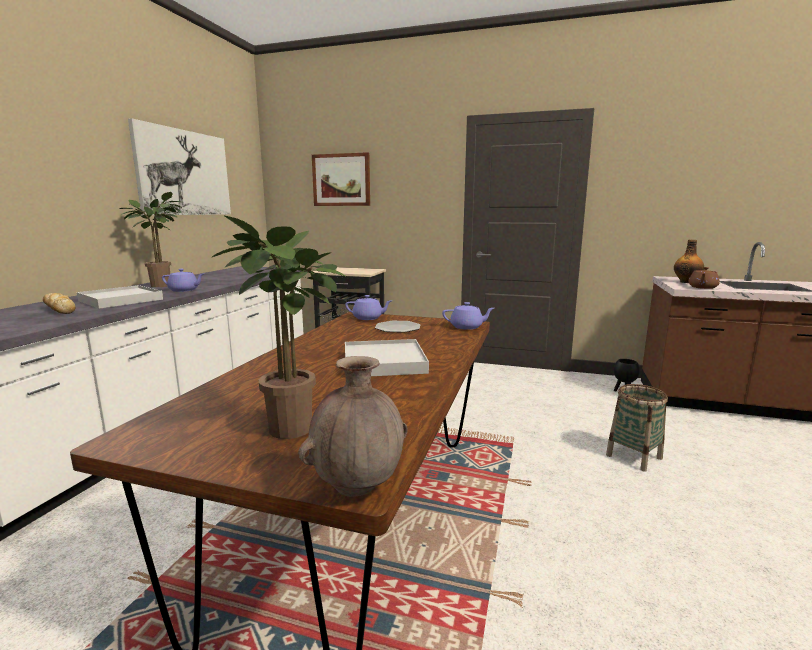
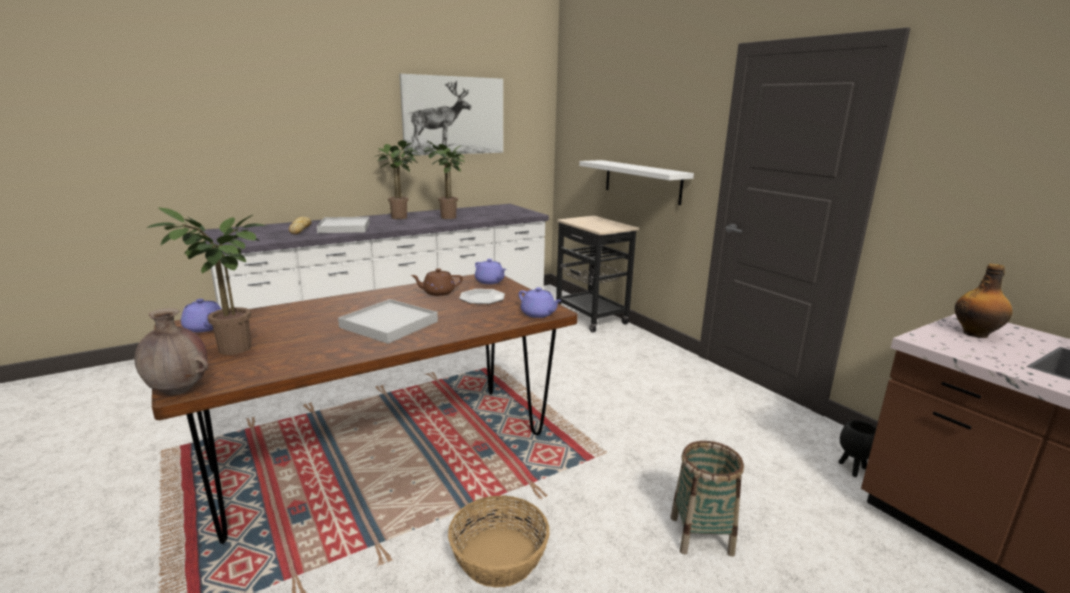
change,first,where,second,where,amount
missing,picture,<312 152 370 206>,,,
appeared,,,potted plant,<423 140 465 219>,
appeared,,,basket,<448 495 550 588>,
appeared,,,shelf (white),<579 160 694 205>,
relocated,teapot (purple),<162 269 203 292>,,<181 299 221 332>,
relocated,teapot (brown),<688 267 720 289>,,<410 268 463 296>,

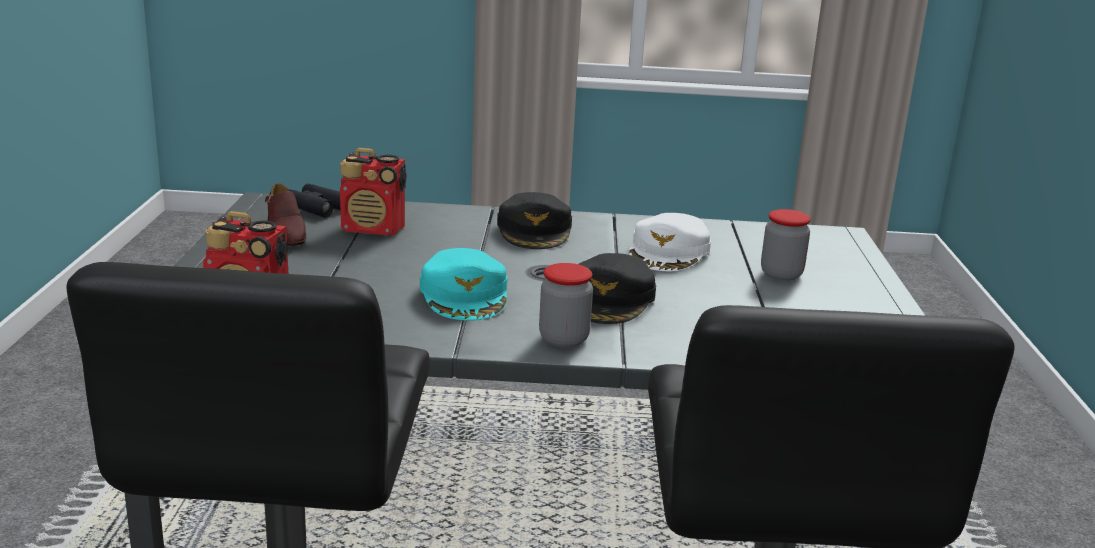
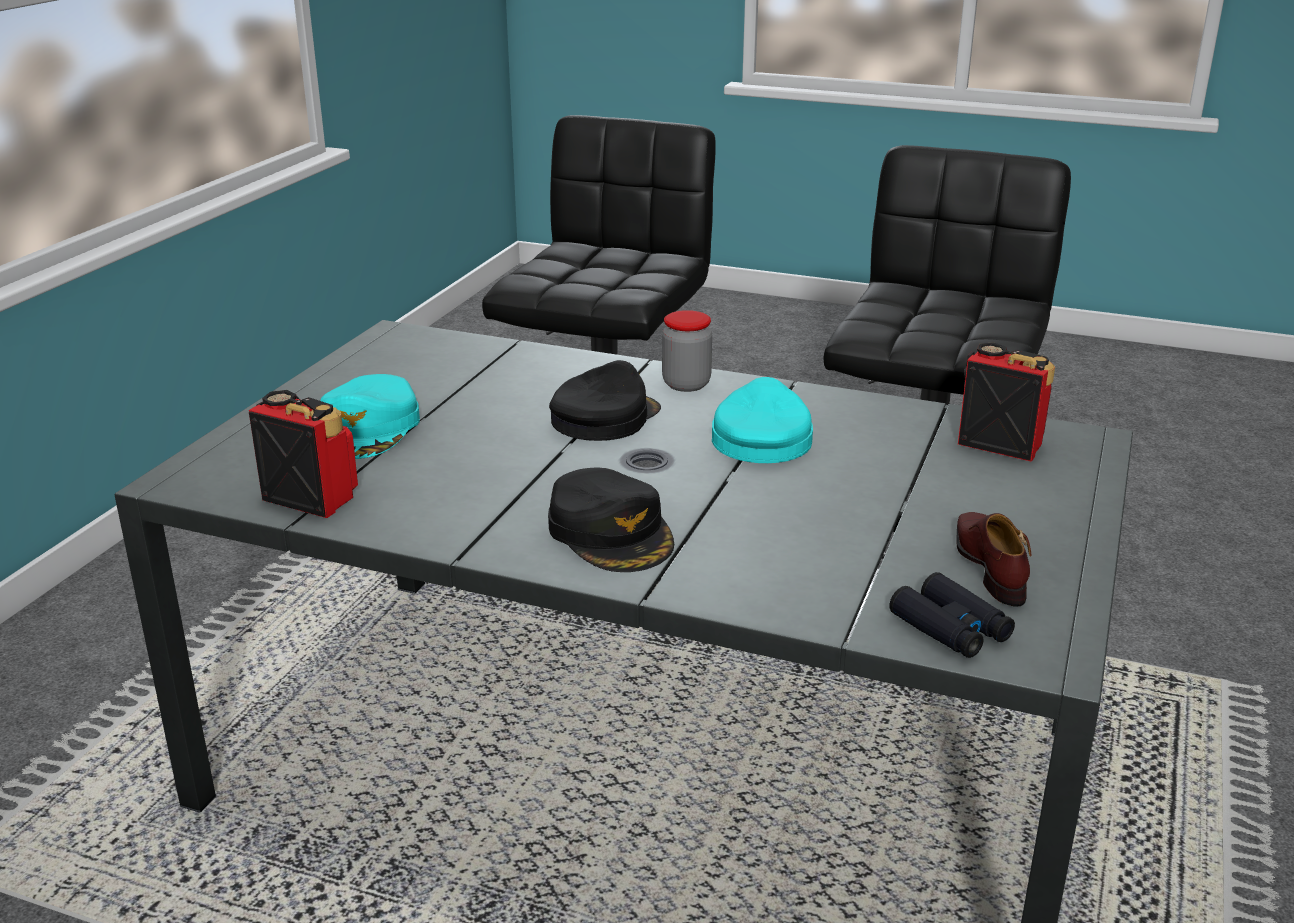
change,first,where,second,where,amount
missing,cap (white),<629 213 711 271>,,,
relocated,radio,<340 148 406 235>,,<249 390 358 518>,
exchanged,jar,<761 209 811 281>,cap (turquoise),<320 374 420 459>,
spun,cap (black),<497 192 572 249>,,<548 468 674 572>,135 degrees clockwise

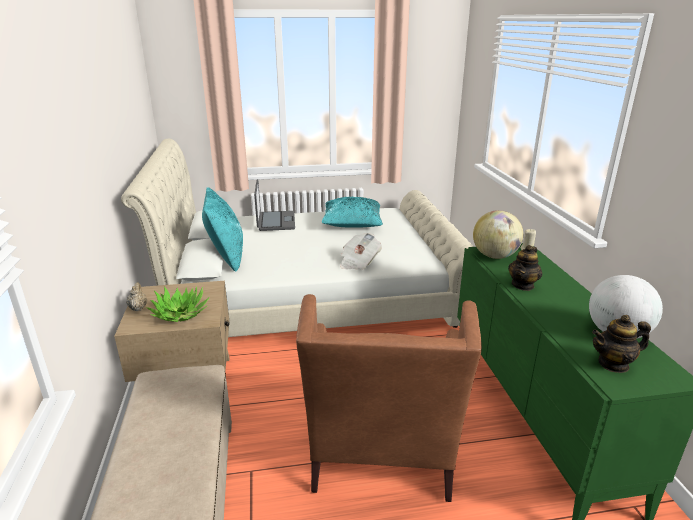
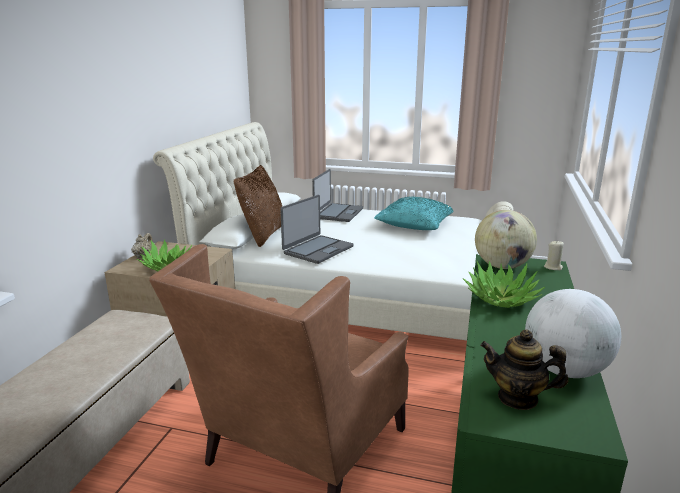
change,first,where,second,where,amount
missing,newspaper,<340 233 382 270>,,,
appeared,,,laptop,<280 195 354 264>,
exchanged,teapot,<508 245 542 291>,potted plant,<463 261 545 308>,
colour,pillow (turquoise),<202 188 243 271>,pillow (brown),<233 165 283 247>,

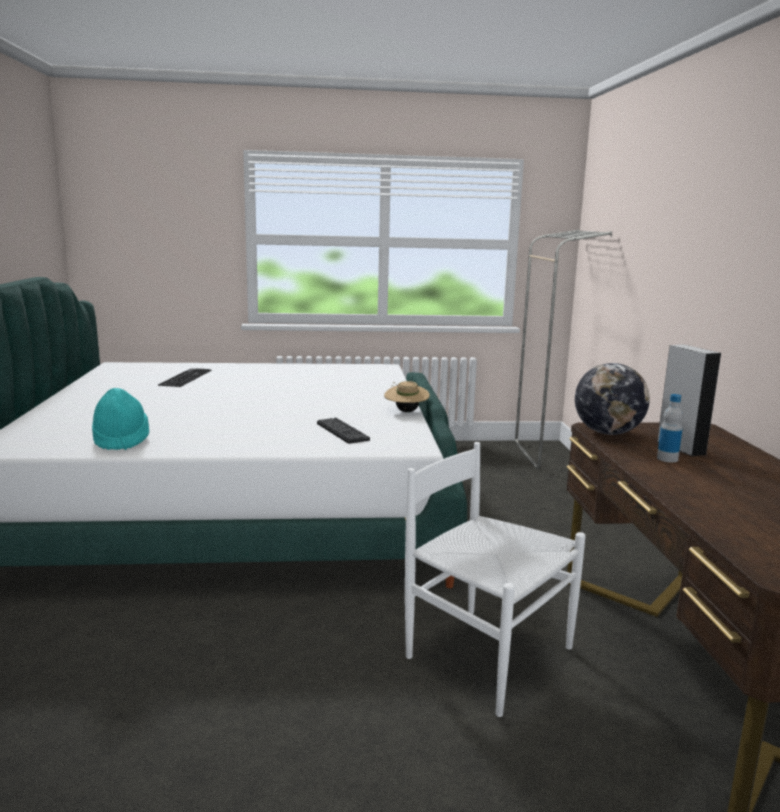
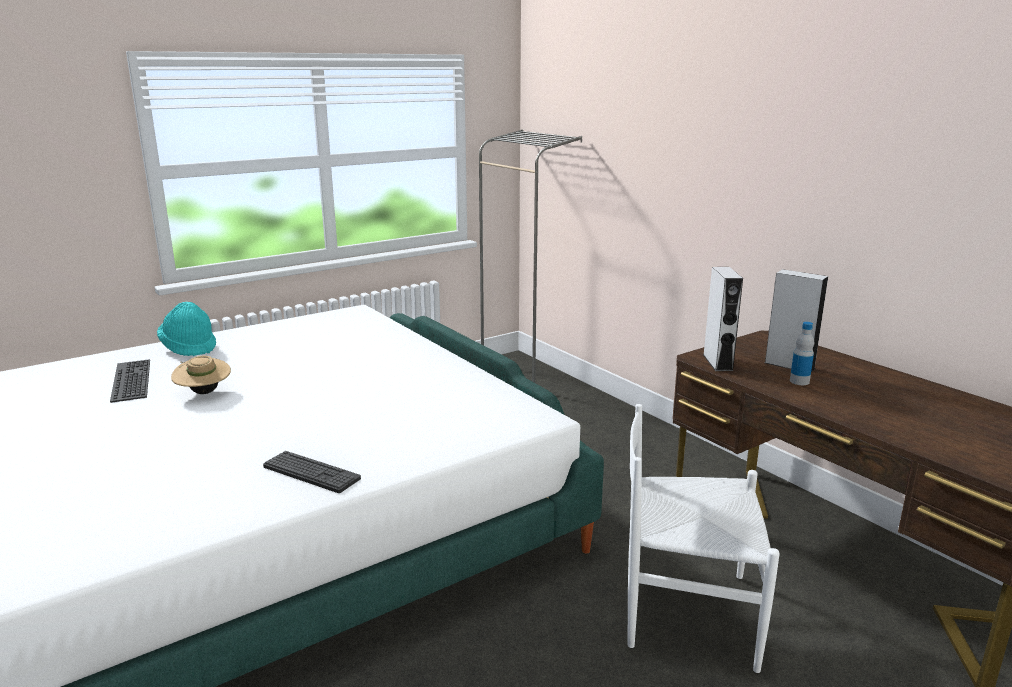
change,first,where,second,where,amount
relocated,hat (turquoise),<92 388 149 450>,,<157 302 216 356>,
relocated,keyboard,<317 418 370 444>,,<263 451 361 493>,
relocated,hat (beige),<384 381 430 412>,,<171 356 231 394>,
exchanged,globe,<575 363 650 435>,speaker (grey),<704 267 743 371>,

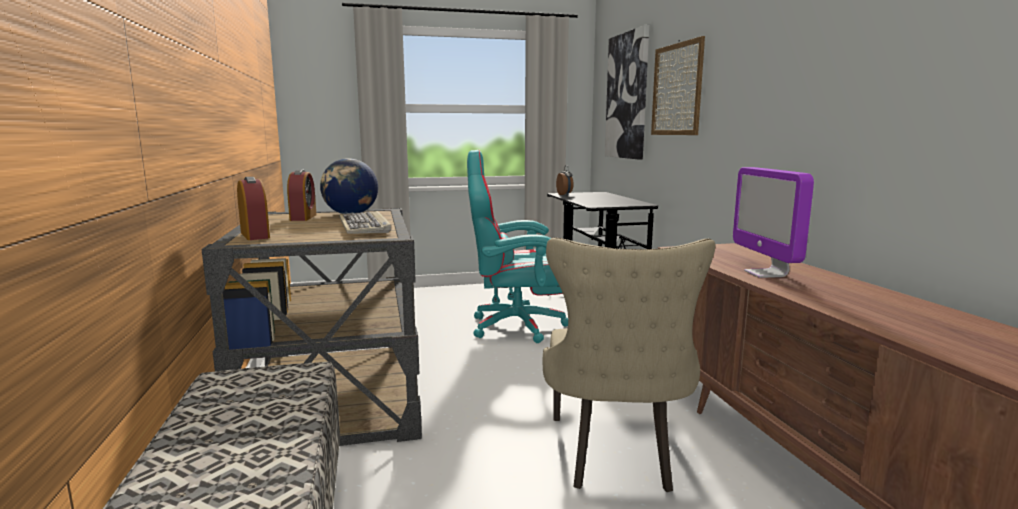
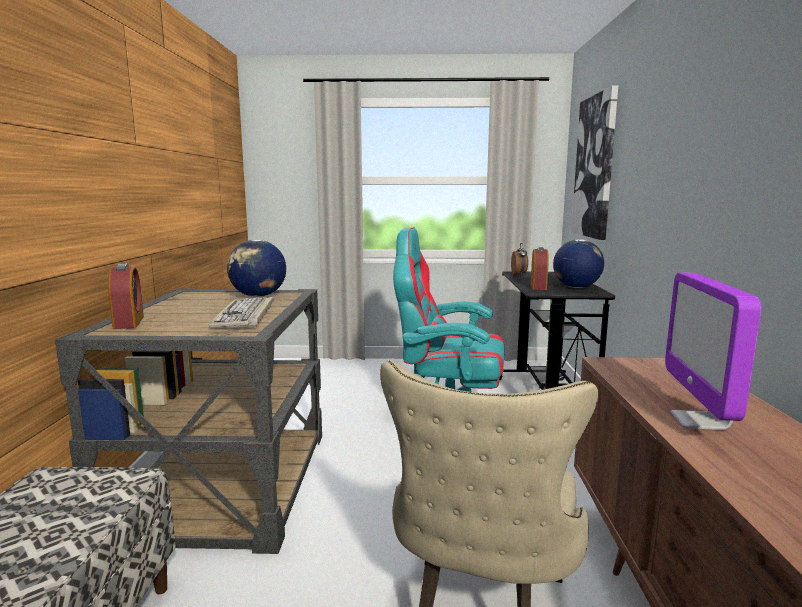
change,first,where,second,where,amount
missing,picture,<651 36 705 135>,,,
appeared,,,globe,<553 239 604 288>,
relocated,alarm clock,<287 169 317 221>,,<531 247 549 290>,

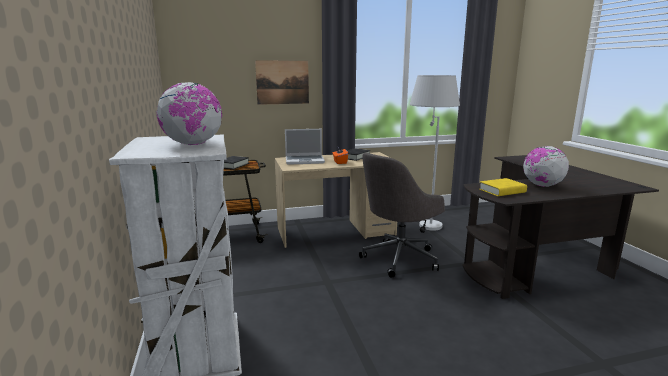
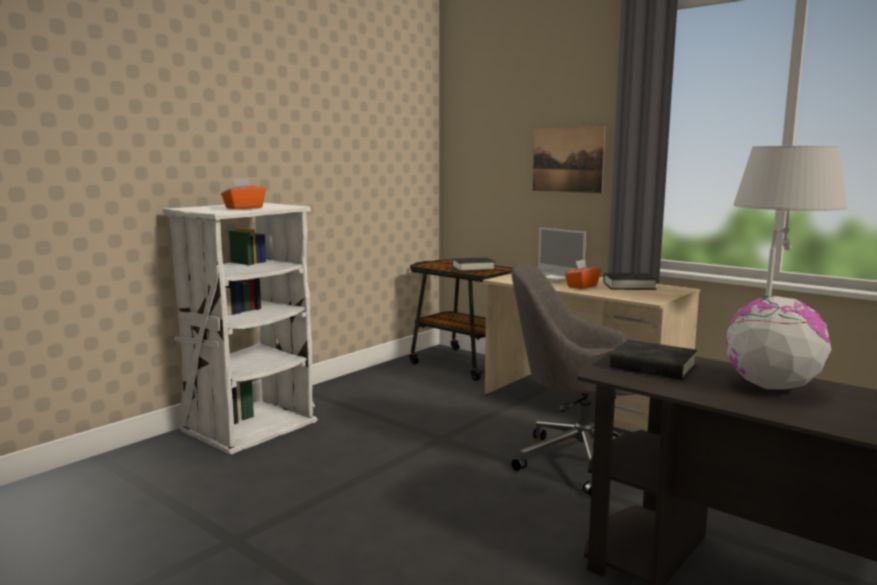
change,first,where,second,where,amount
exchanged,globe,<157 82 222 145>,tissue box (orange),<221 178 266 209>,
colour,book (yellow),<479 178 527 196>,book (black),<610 340 697 380>,

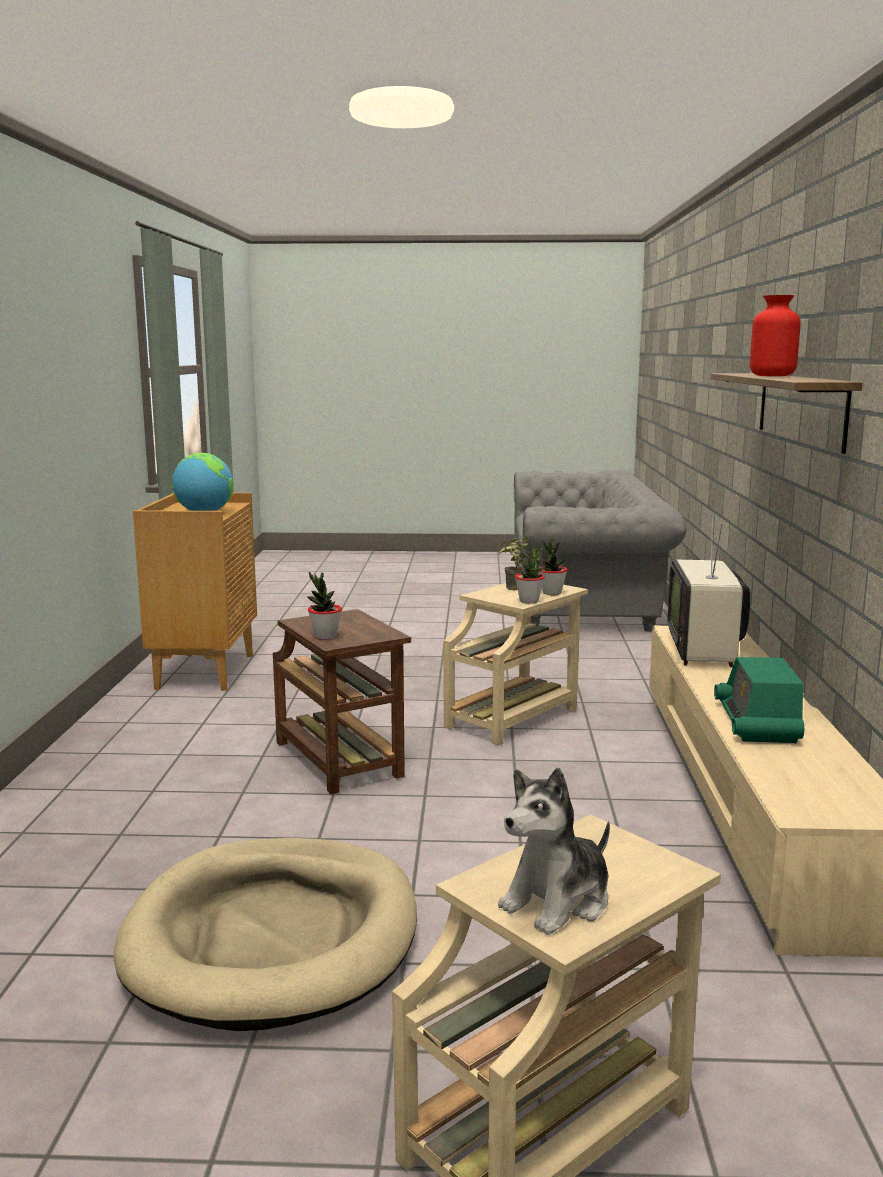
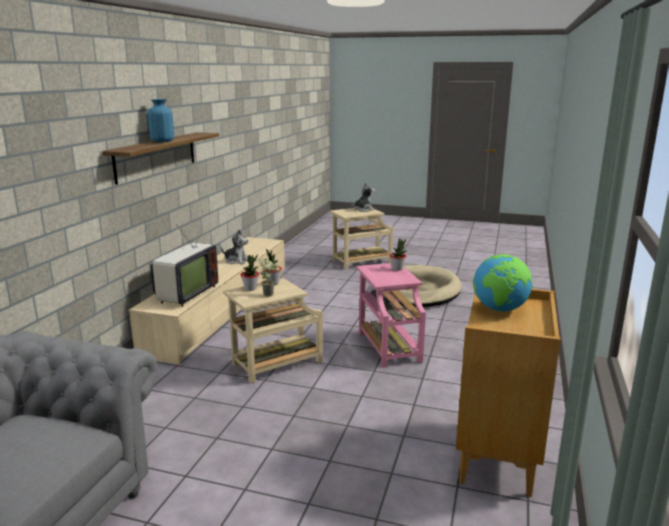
change,first,where,second,where,amount
exchanged,radio,<714 657 804 743>,plush toy,<221 230 248 264>,
colour,side table (brown),<273 609 411 794>,side table (pink),<357 263 426 368>,
colour,vase (red),<750 295 801 376>,vase (blue),<148 99 174 142>,

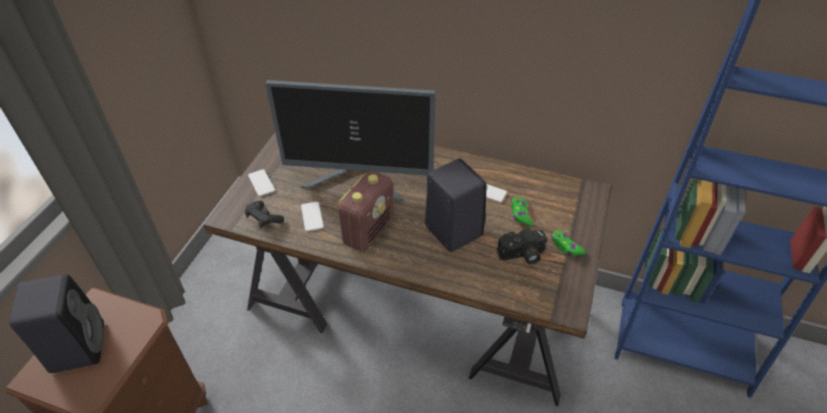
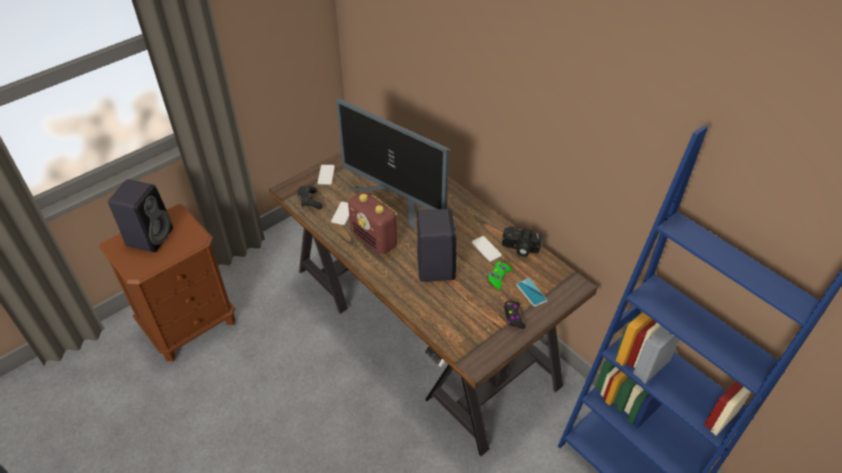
change,first,where,second,where,amount
appeared,,,phone,<516 278 547 307>,
relocated,photo camera,<497 228 547 264>,,<502 226 542 257>,
colour,game controller (green),<551 230 586 256>,game controller (black),<504 301 526 329>,
spun,radio,<338 171 394 251>,,<348 191 398 255>,75 degrees clockwise

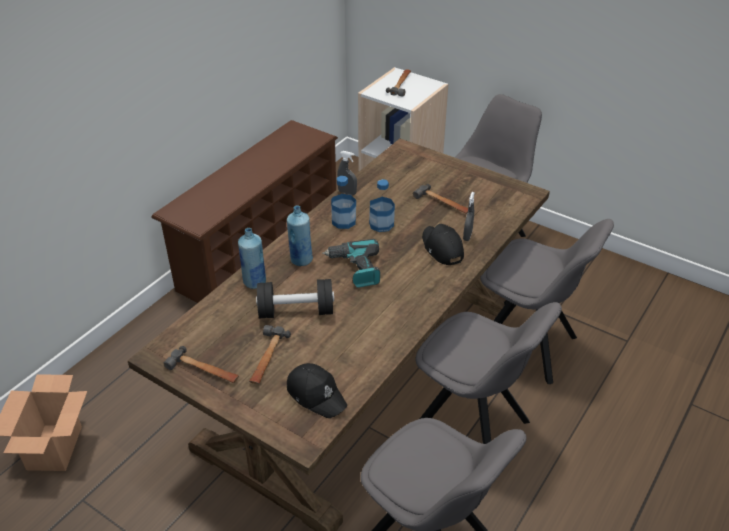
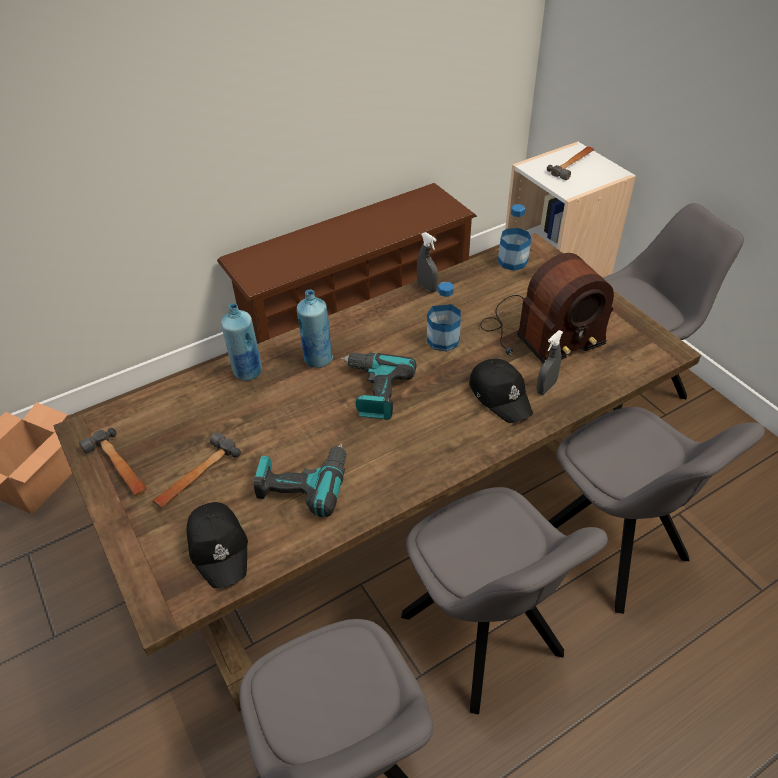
change,first,where,second,where,amount
missing,dumbbell (black),<256 279 334 318>,,,
appeared,,,power drill,<254 443 347 517>,
relocated,bottle,<331 176 356 229>,,<498 204 531 271>,
exchanged,hammer,<413 184 468 214>,radio,<480 253 614 364>,
spun,cap (black),<422 224 464 265>,,<469 359 533 423>,150 degrees clockwise

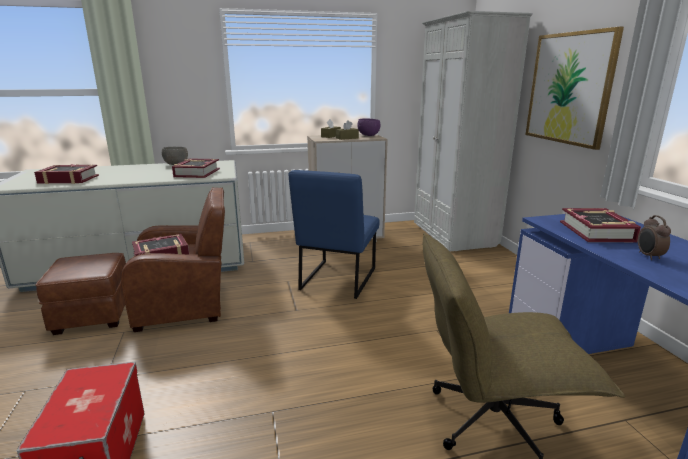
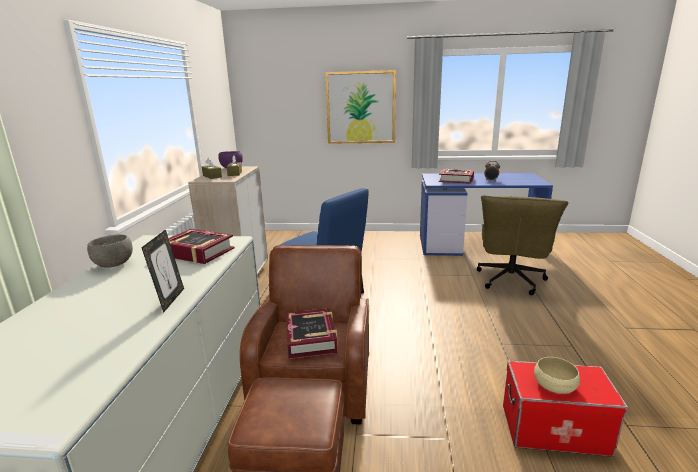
change,first,where,second,where,amount
missing,book,<34 164 99 184>,,,
missing,wardrobe (white),<414 11 533 251>,,,
appeared,,,picture frame,<141 229 184 313>,
appeared,,,bowl (beige),<534 357 580 394>,

